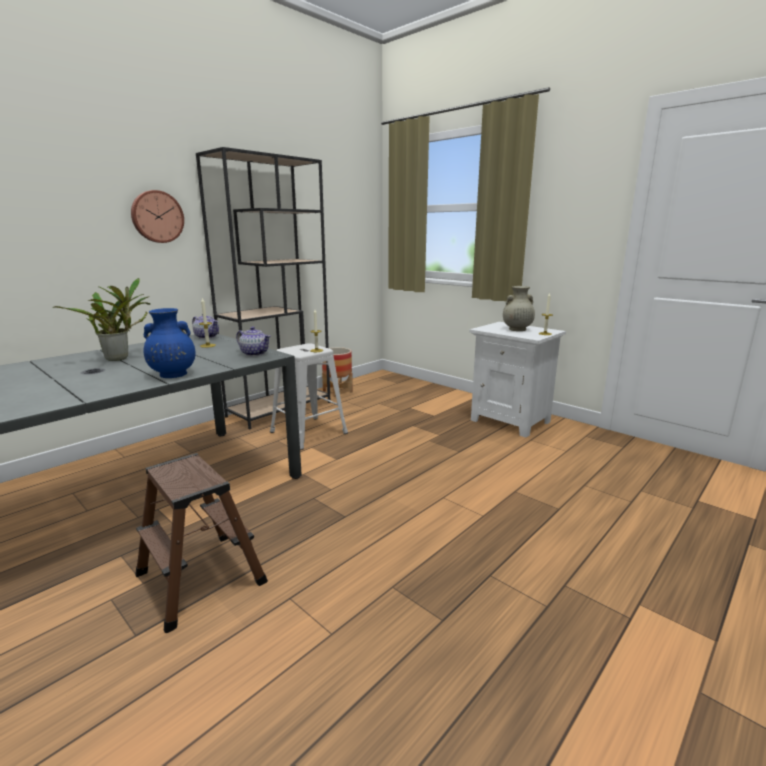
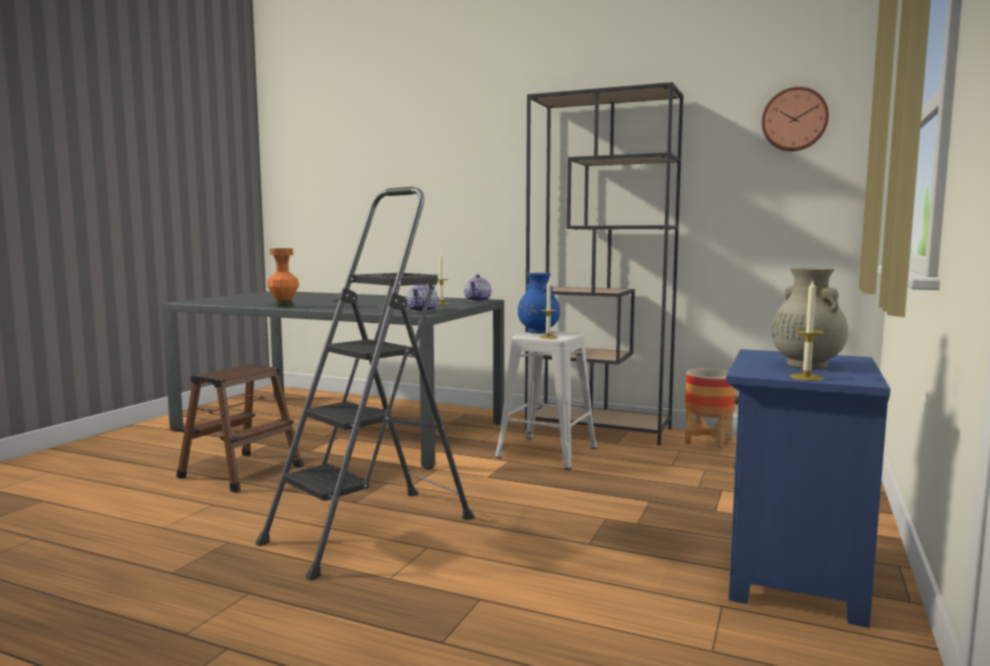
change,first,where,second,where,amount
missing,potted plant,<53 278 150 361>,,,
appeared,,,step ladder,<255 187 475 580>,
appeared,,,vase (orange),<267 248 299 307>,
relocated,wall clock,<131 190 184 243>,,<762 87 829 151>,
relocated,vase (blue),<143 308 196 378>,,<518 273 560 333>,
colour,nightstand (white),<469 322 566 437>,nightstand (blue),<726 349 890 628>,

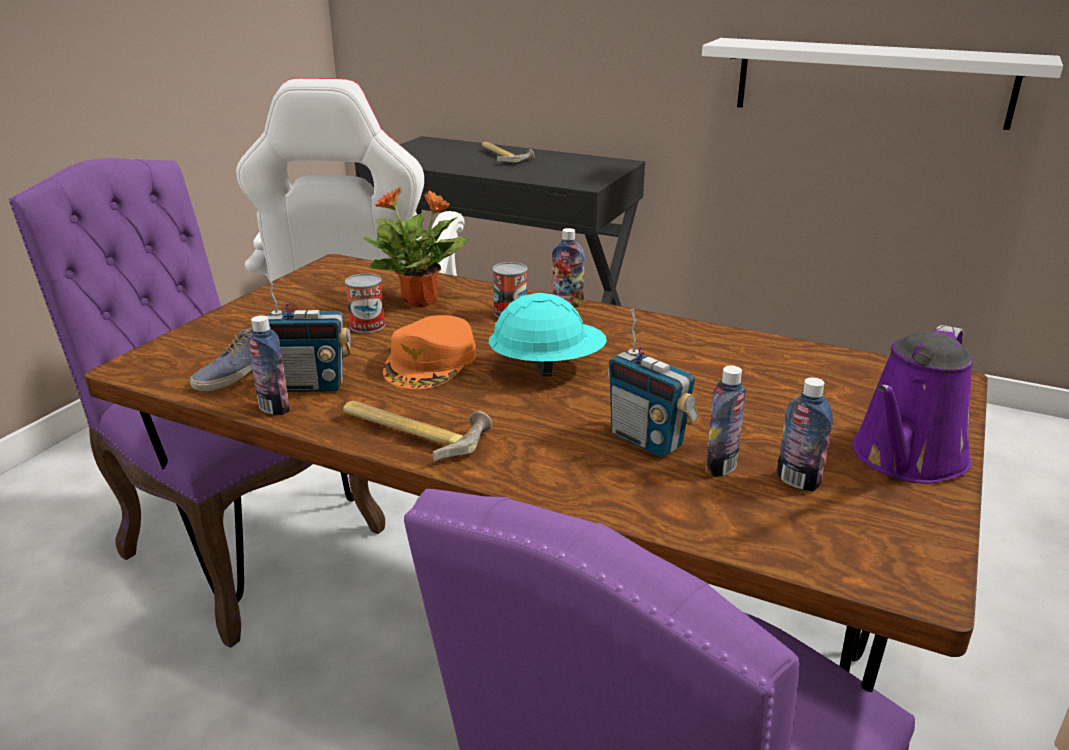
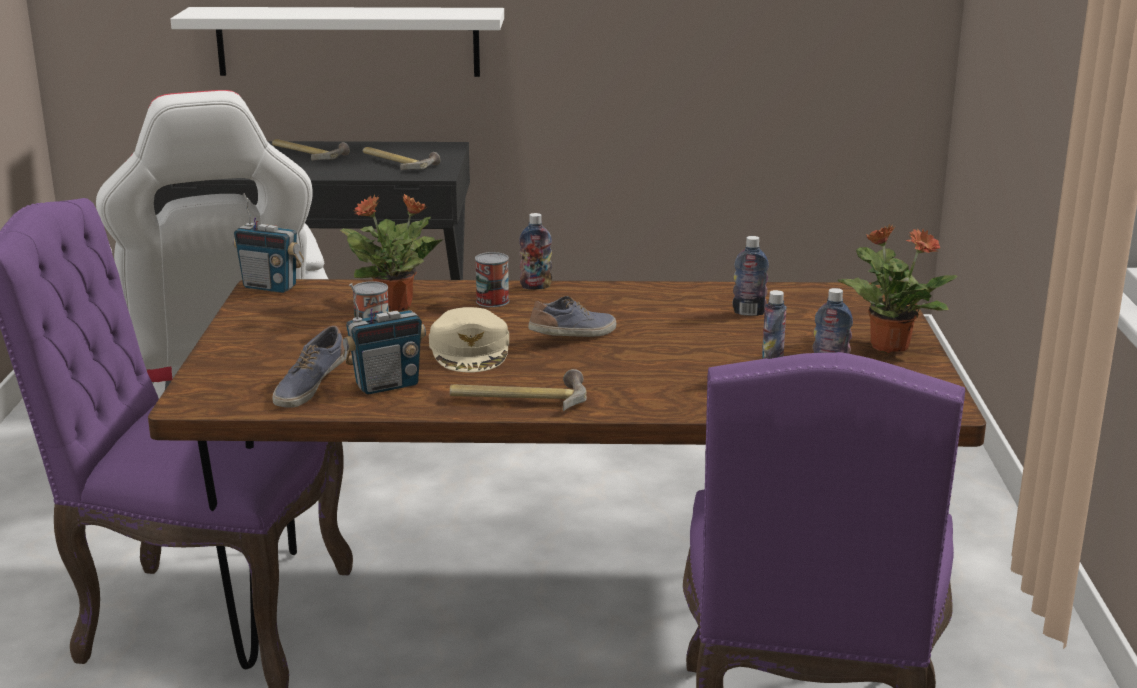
change,first,where,second,where,amount
appeared,,,hammer,<363 147 441 170>,
relocated,bottle,<247 315 290 415>,,<732 236 769 316>,
relocated,radio,<607 309 700 457>,,<233 193 304 293>,
relocated,shelf (white),<702 38 1063 130>,,<170 7 504 77>,
exchanged,hard hat (turquoise),<489 293 607 377>,shoe,<528 296 616 337>,
exchanged,watering can (purple),<852 325 973 484>,potted plant,<838 224 957 353>,
colour,cap (orange),<383 315 476 390>,cap (beige),<429 307 509 373>,

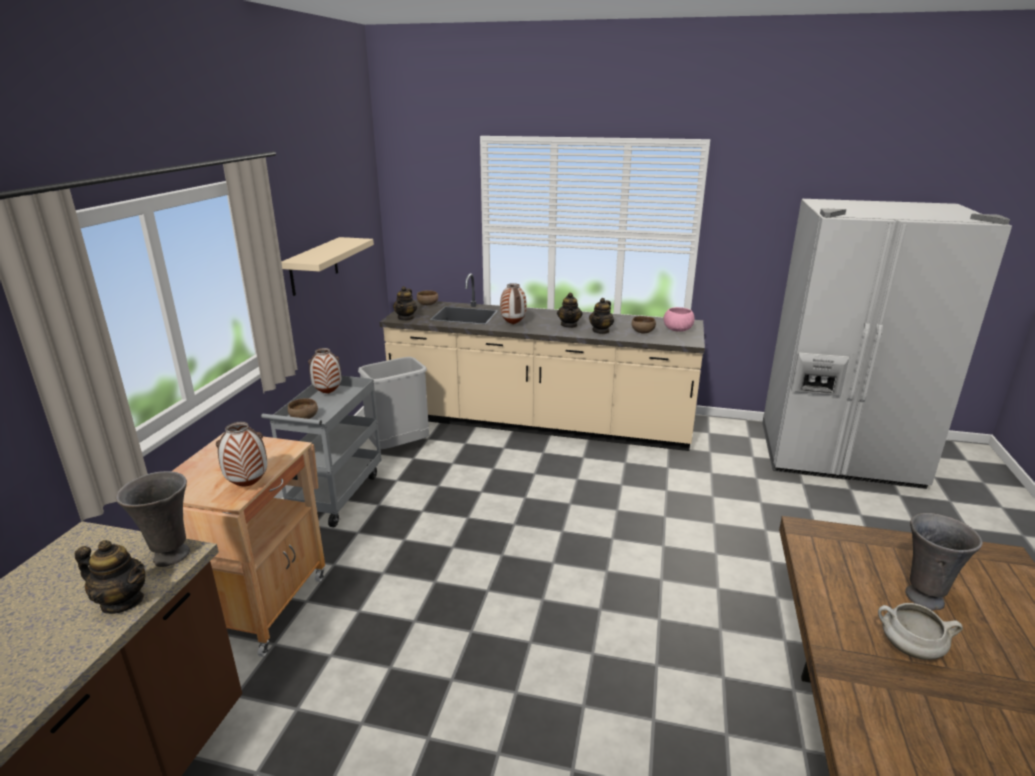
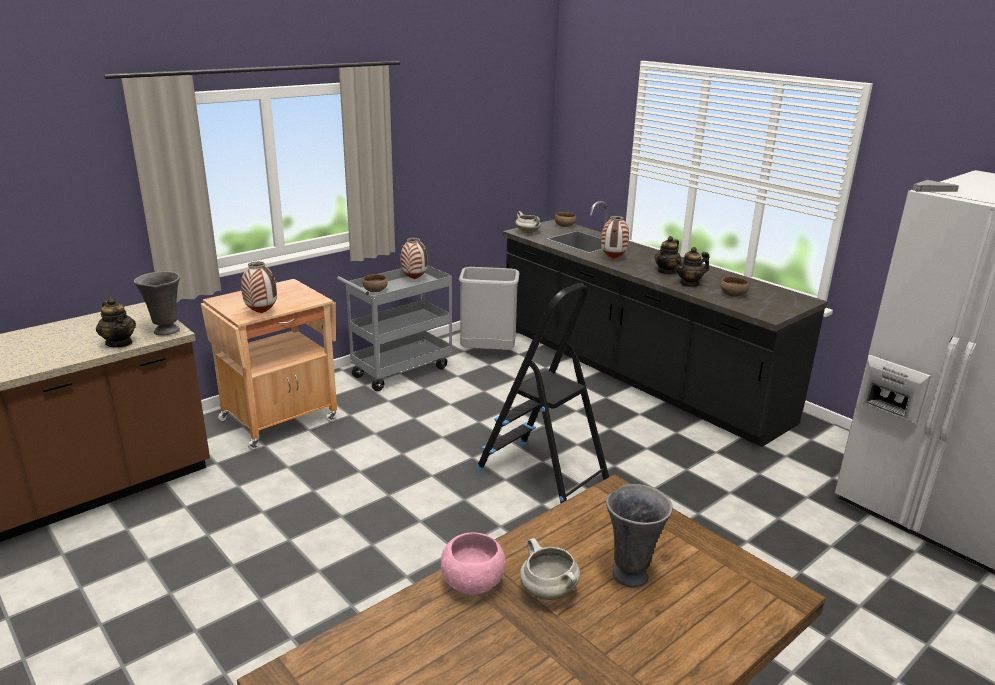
change,first,where,second,where,amount
missing,shelf (beige),<281 237 374 296>,,,
appeared,,,step ladder (black),<476 283 609 503>,
relocated,bowl (pink),<664 307 695 332>,,<441 532 506 595>,
exchanged,teapot,<393 286 417 321>,cooking pot (white),<515 211 541 234>,
colour,counter (beige),<380 273 705 451>,counter (black),<502 201 828 447>,

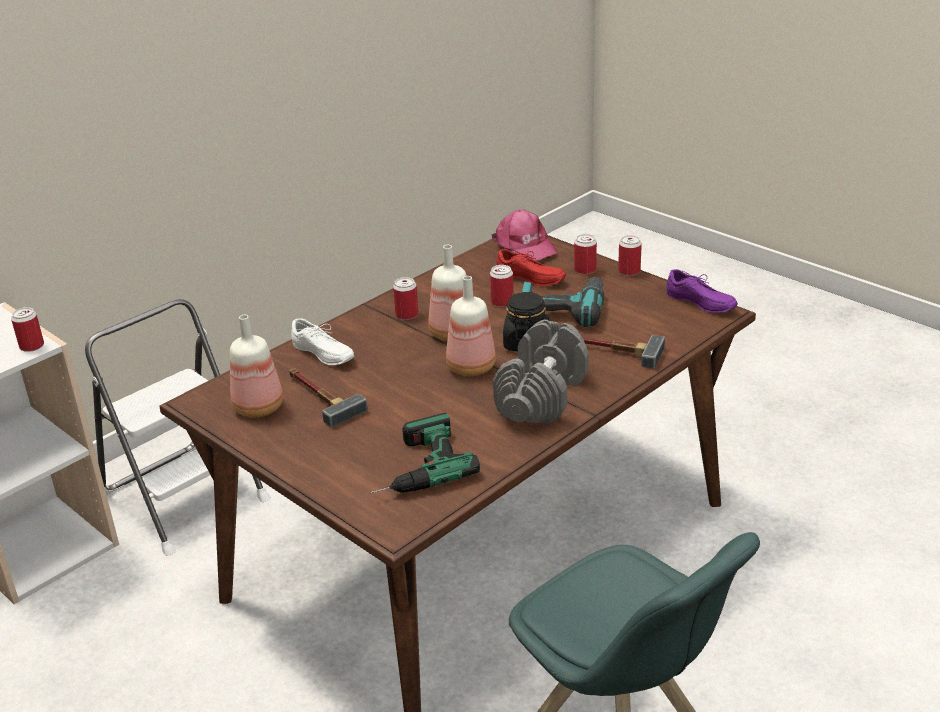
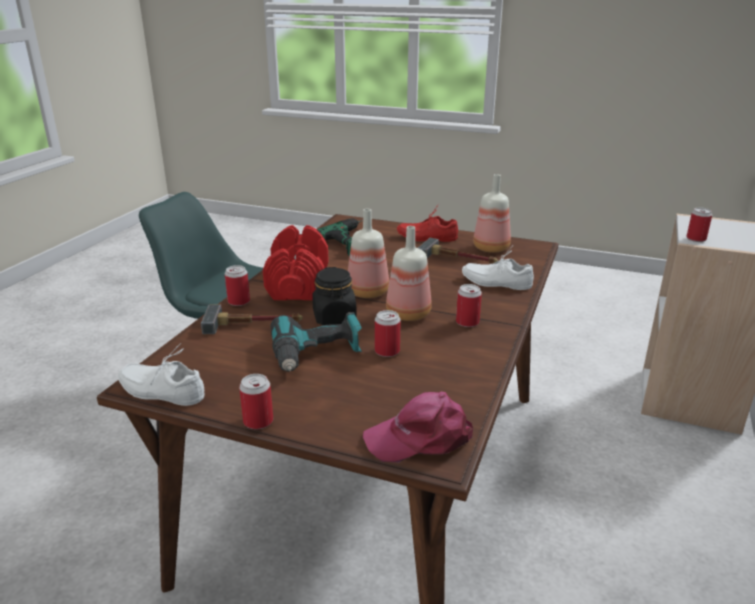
change,first,where,second,where,amount
missing,step ladder (white),<85 299 271 556>,,,
relocated,shoe (red),<497 249 566 286>,,<397 205 458 242>,
relocated,can,<574 234 597 275>,,<225 265 250 306>,
colour,dumbbell (grey),<493 320 589 425>,dumbbell (red),<263 225 328 300>,
colour,shoe (purple),<667 269 738 313>,shoe (white),<118 343 205 406>,
spun,cap (pink),<492 209 558 261>,,<363 392 473 463>,45 degrees counterclockwise

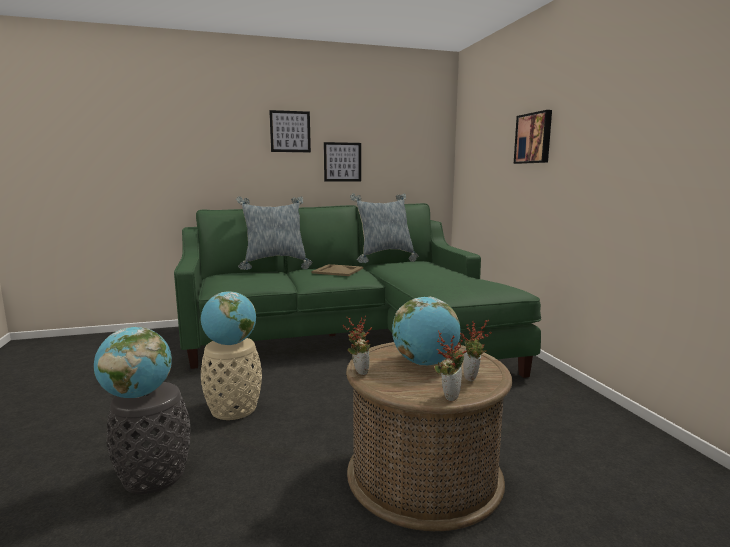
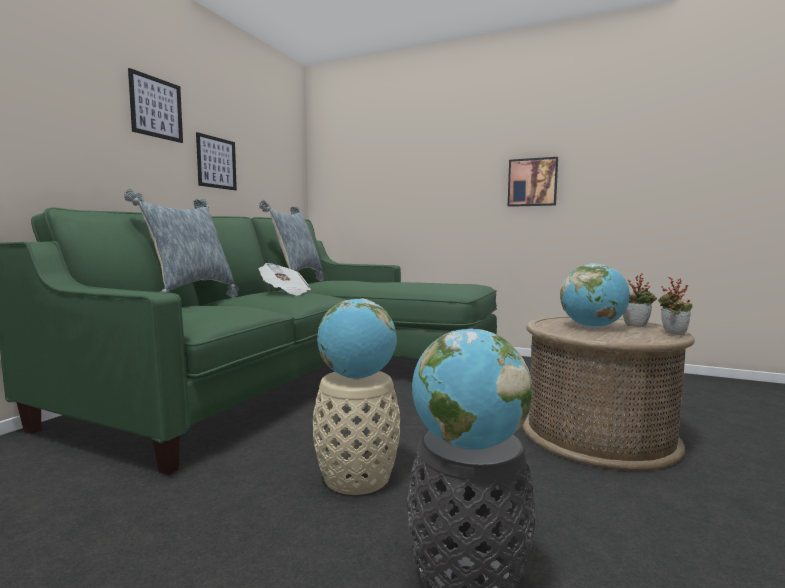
change,first,where,second,where,amount
missing,potted plant,<343 316 372 375>,,,
relocated,picture,<514 110 552 164>,,<508 157 558 207>,
exchanged,tray (beige),<312 264 363 276>,newspaper,<259 263 311 295>,

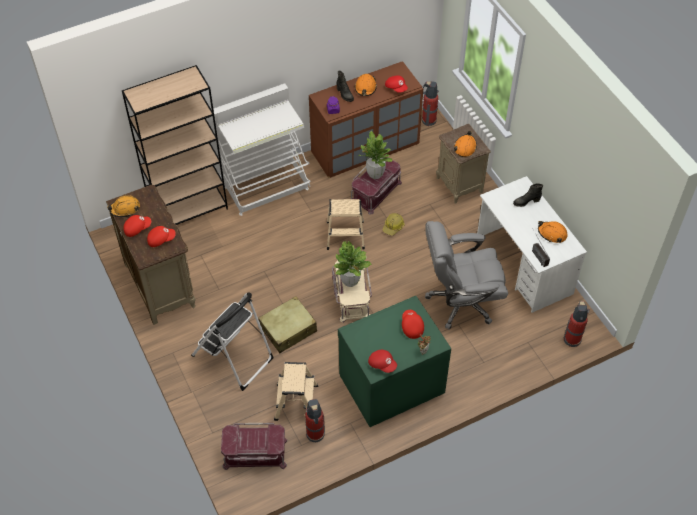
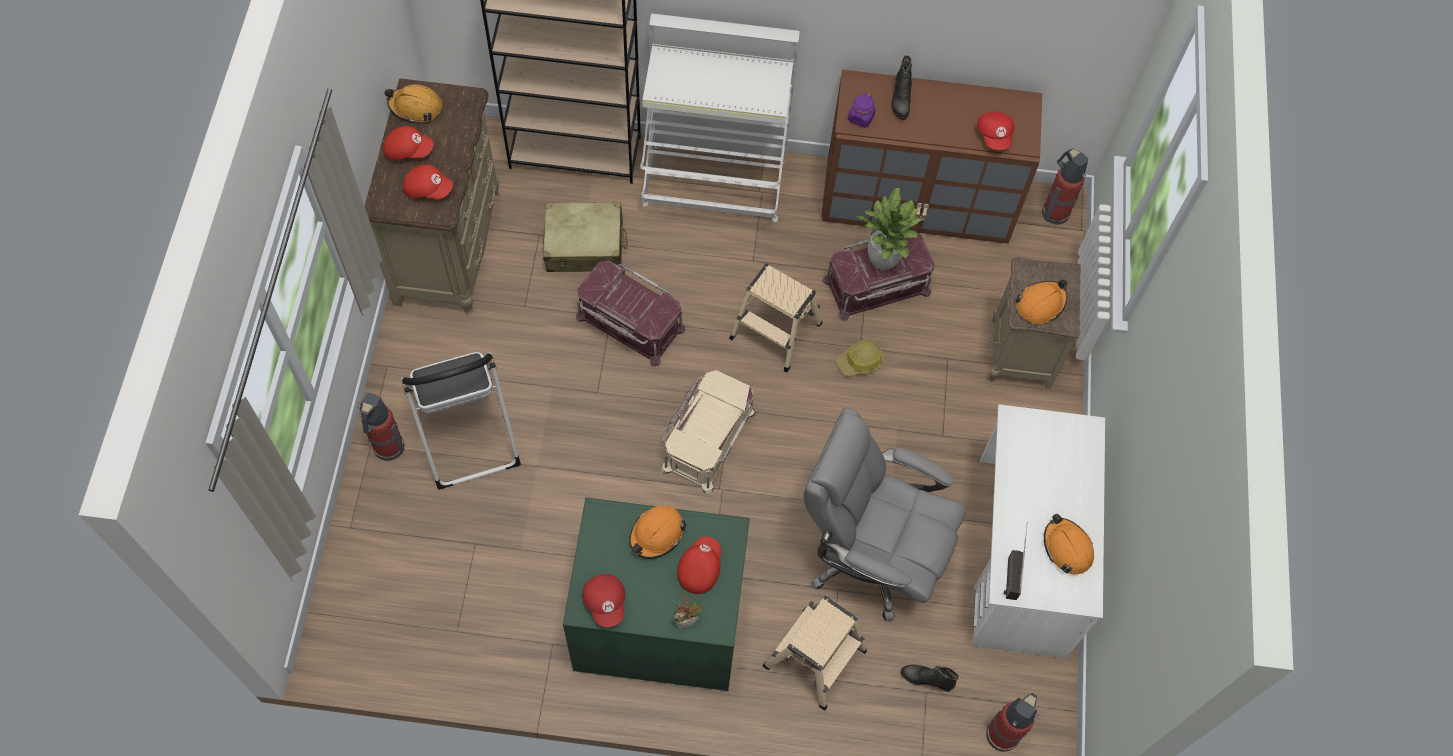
change,first,where,second,where,amount
missing,potted plant,<334 241 371 287>,,,
relocated,storage box (red),<221 423 288 470>,,<576 260 685 367>,
relocated,suitcase (beige),<258 296 317 353>,,<543 202 628 272>,
relocated,step ladder (beige),<274 362 318 421>,,<763 596 867 711>,
relocated,fire extinguisher,<305 399 325 442>,,<358 393 404 461>,
relocated,hard hat (orange),<355 74 377 96>,,<629 505 686 559>,
relocated,boot (black),<513 183 543 207>,,<900 665 959 692>,

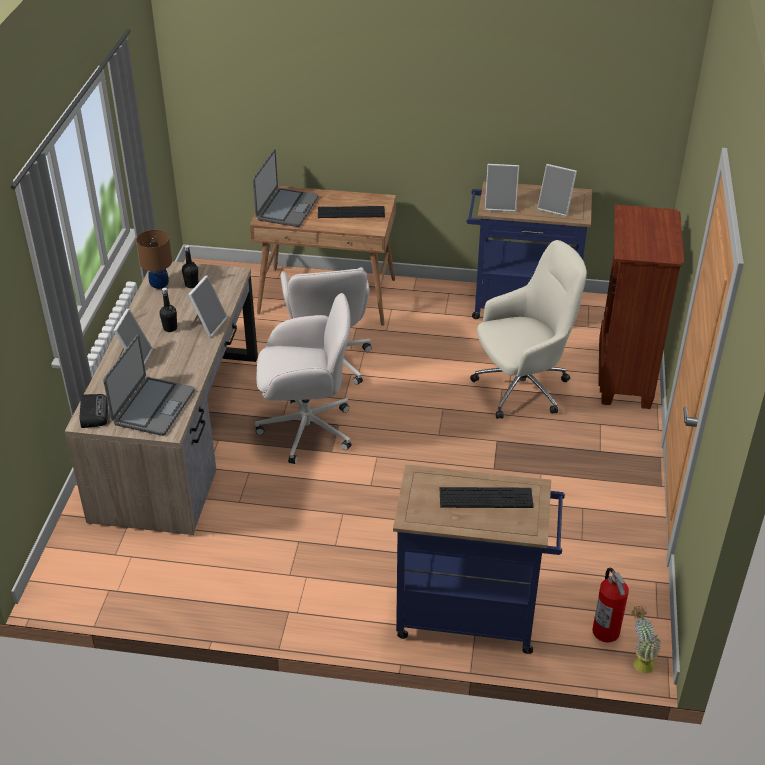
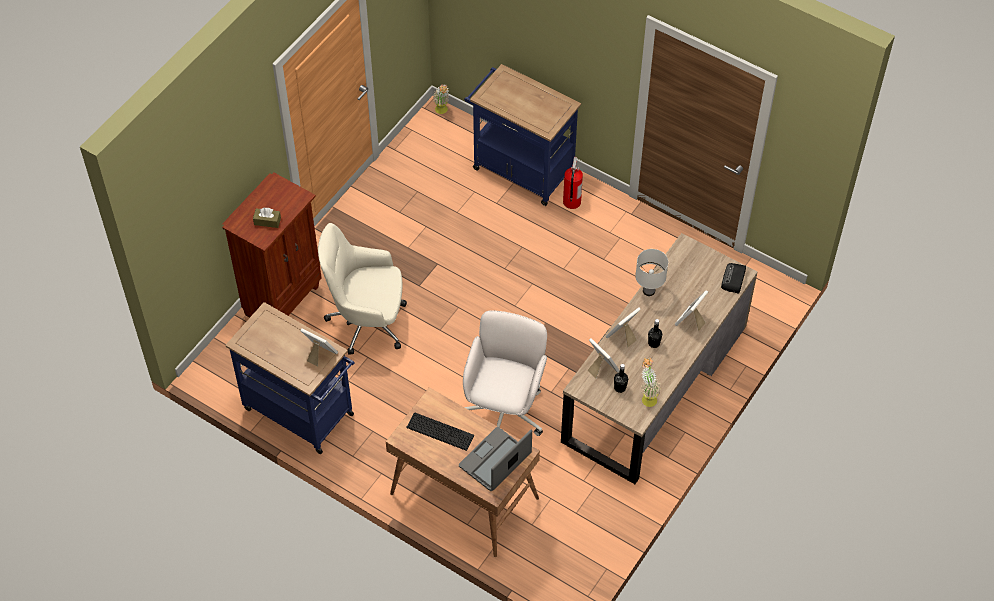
change,first,where,second,where,amount
missing,laptop,<103 335 195 436>,,,
missing,office chair (white),<255 293 352 464>,,,
missing,keyboard,<440 487 533 508>,,,
appeared,,,tissue box (brown),<253 208 281 228>,
appeared,,,table lamp (white),<635 249 668 296>,
relocated,picture frame,<537 164 577 217>,,<587 338 620 379>,
relocated,fire extinguisher,<592 568 629 642>,,<563 157 583 209>,
exchanged,table lamp (brown),<136 230 172 289>,potted plant,<642 358 661 407>,

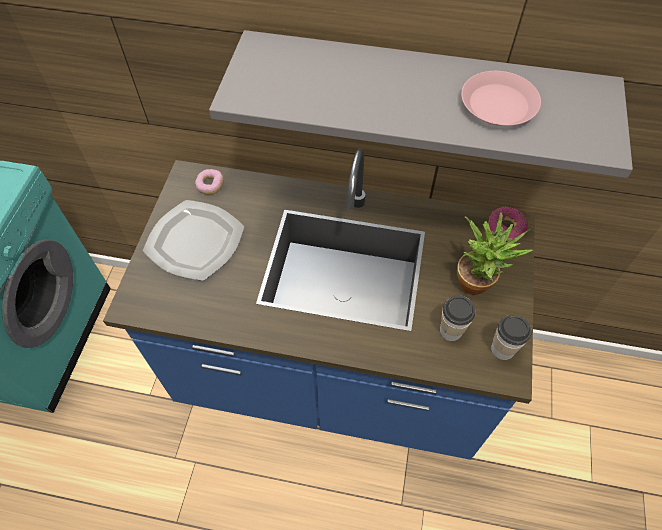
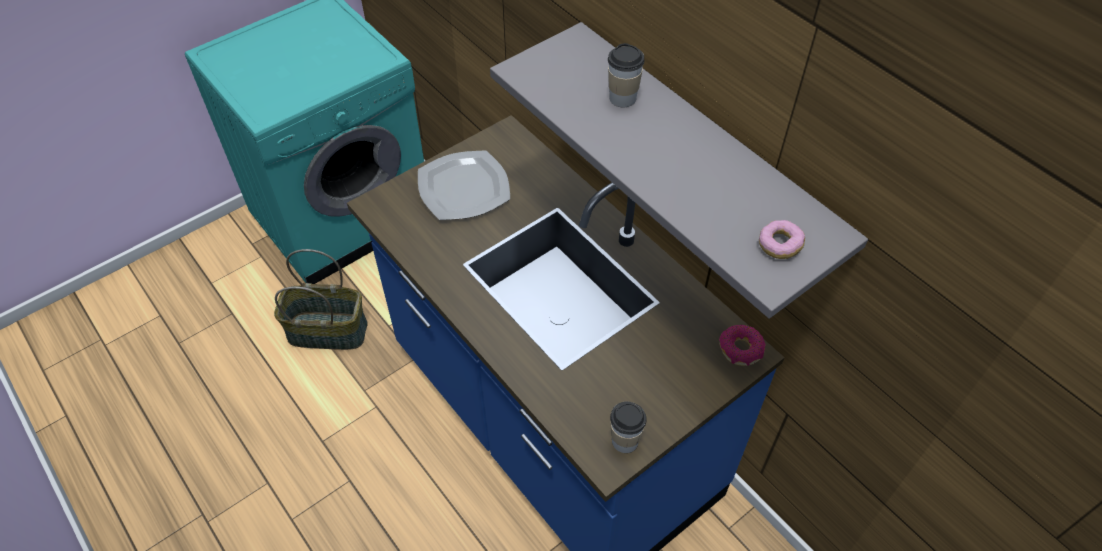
change,first,where,second,where,amount
missing,potted plant,<457 212 533 295>,,,
missing,plate (pink),<461 71 541 126>,,,
appeared,,,basket,<274 249 368 350>,
relocated,donut,<195 169 224 195>,,<759 220 805 259>,
relocated,cup,<440 296 475 341>,,<608 43 644 107>,

